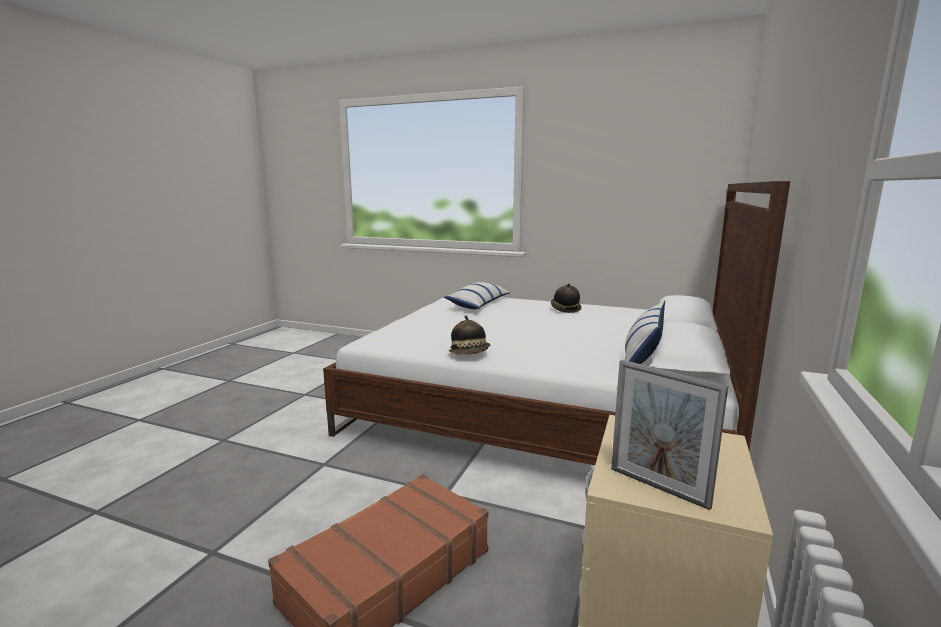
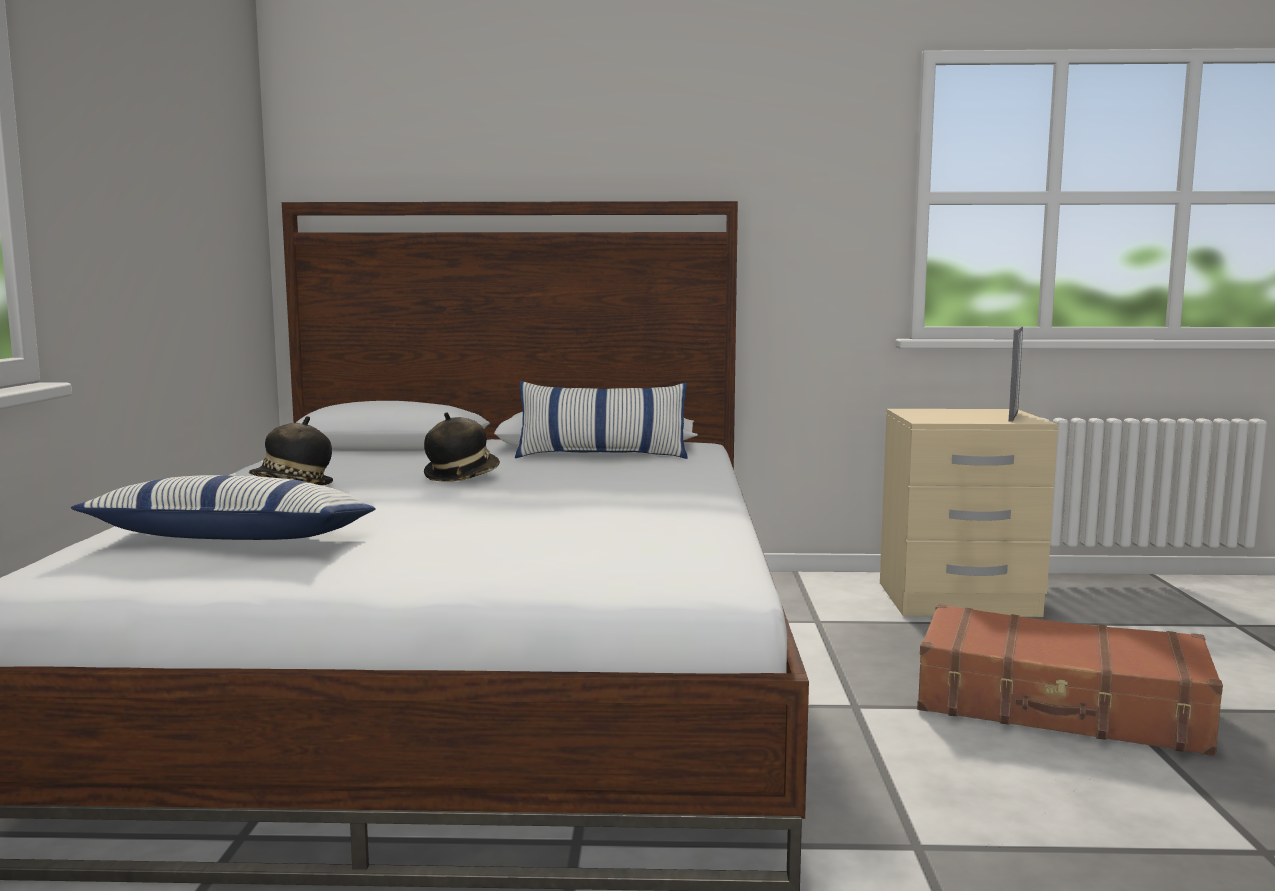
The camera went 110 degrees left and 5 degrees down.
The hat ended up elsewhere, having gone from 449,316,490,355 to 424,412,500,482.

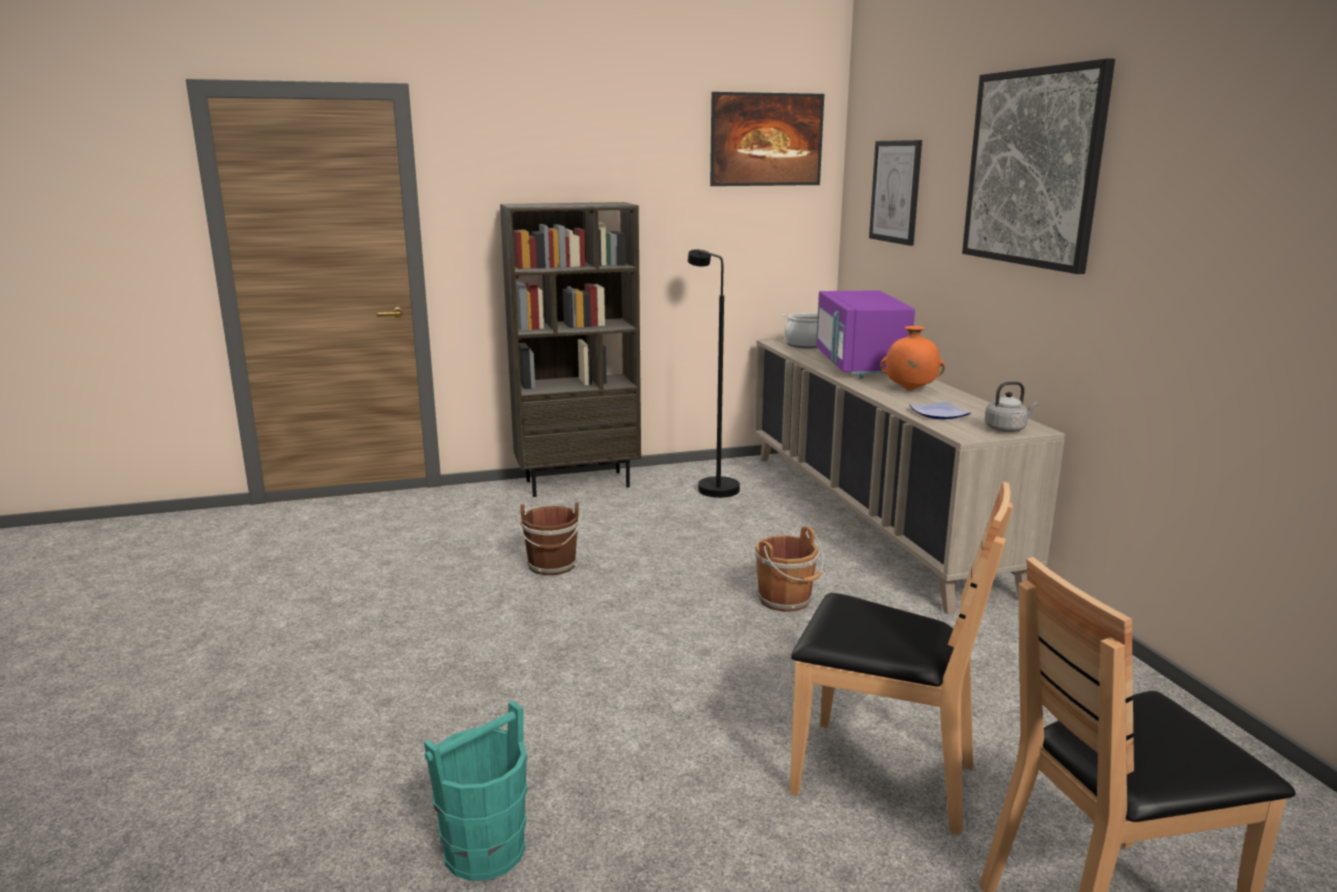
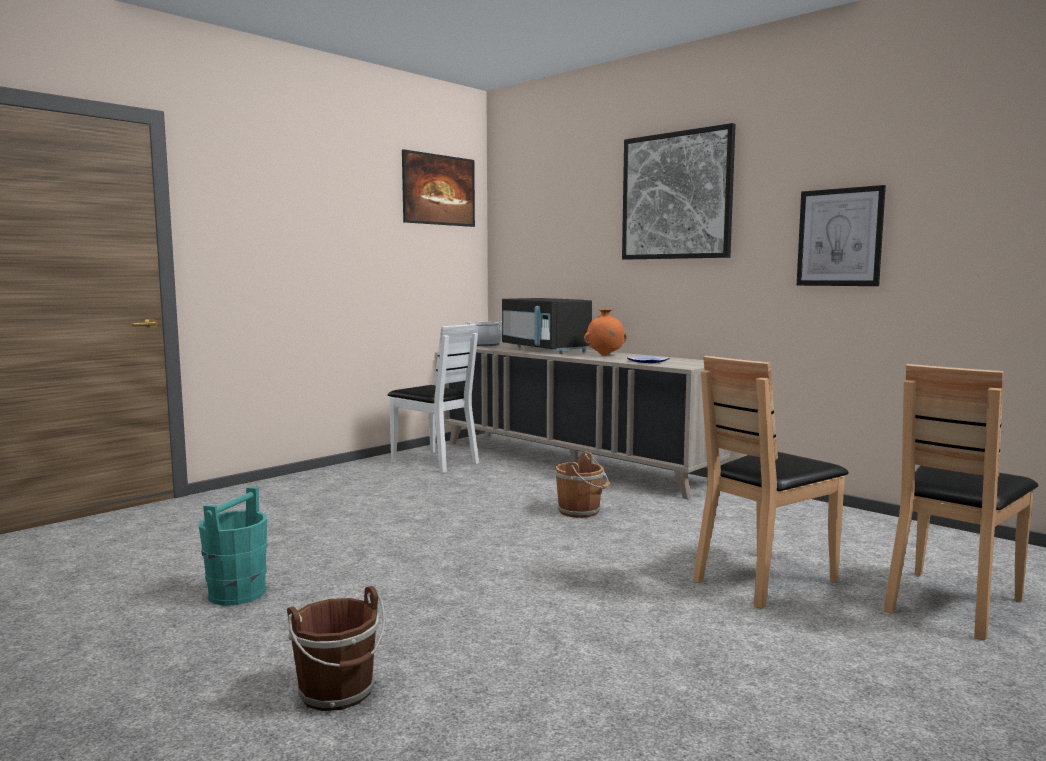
The camera went 30 degrees left and 10 degrees down.
The turquoise bucket ended up elsewhere, having gone from 424,700,527,881 to 199,487,268,606.
The brown bucket ended up elsewhere, having gone from 517,502,582,575 to 287,586,385,711.
Where the black floor lamp stood at 688,249,740,498, the white chair came to stand at 387,324,479,473.
What was the purple microwave at 816,290,915,379 turned into the black microwave at 502,298,592,354.
The brown chair at 789,481,1013,835 ended up facing another way, 150 degrees clockwise from before.
The picture ended up elsewhere, having gone from 869,140,922,246 to 797,185,886,286.
The second view lost the brown bookcase at 500,202,641,497.
The second view lost the grey kettle at 984,381,1038,432.

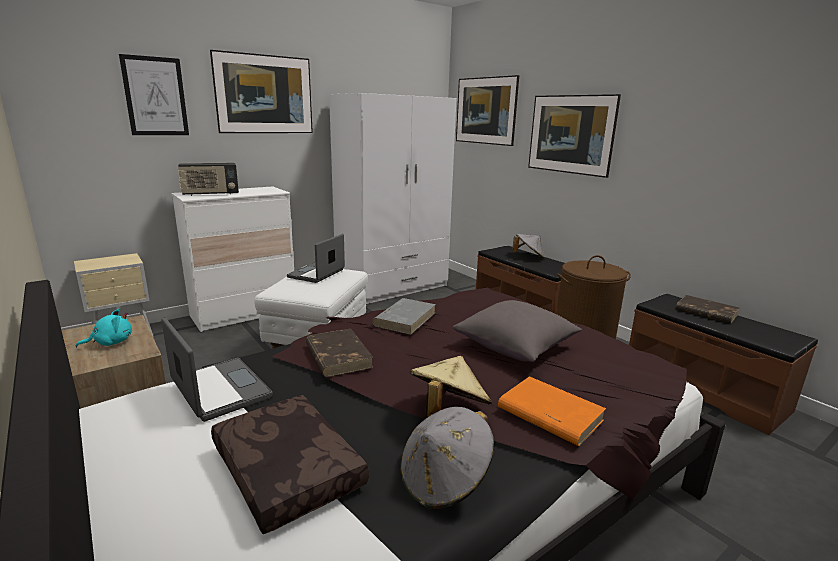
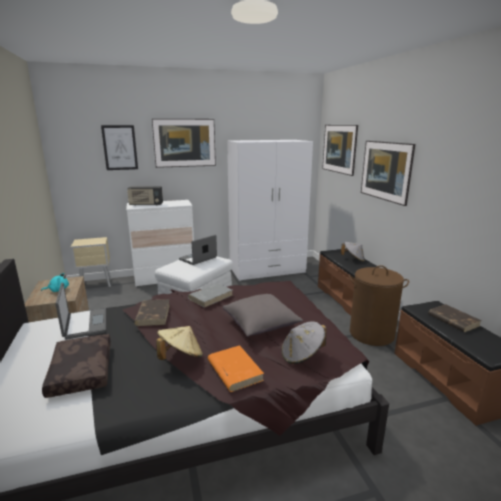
The camera went 20 degrees right and 0 degrees up.
The grey hat ended up elsewhere, having gone from 400,407,494,509 to 282,321,327,364.

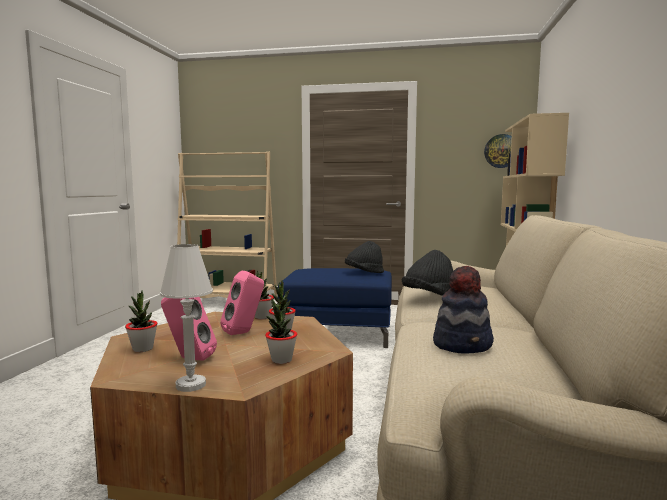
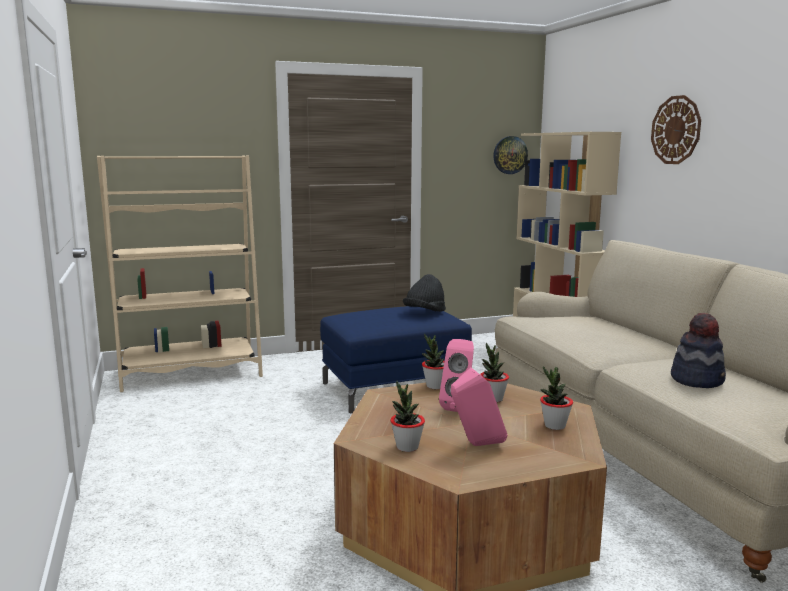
The camera went 30 degrees left and 5 degrees up.
The second view gained the wall clock at 651,95,701,164.
The second view lost the white table lamp at 160,244,213,392.
The second view lost the black hat at 402,250,453,295.

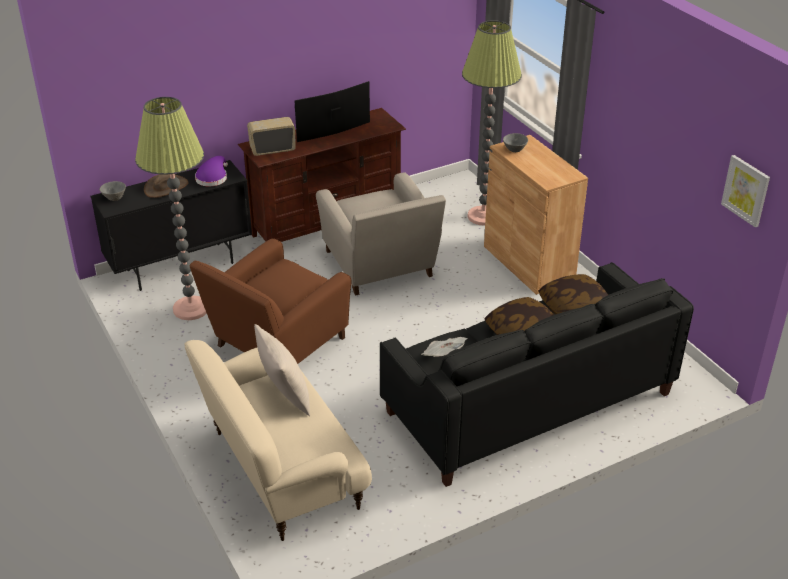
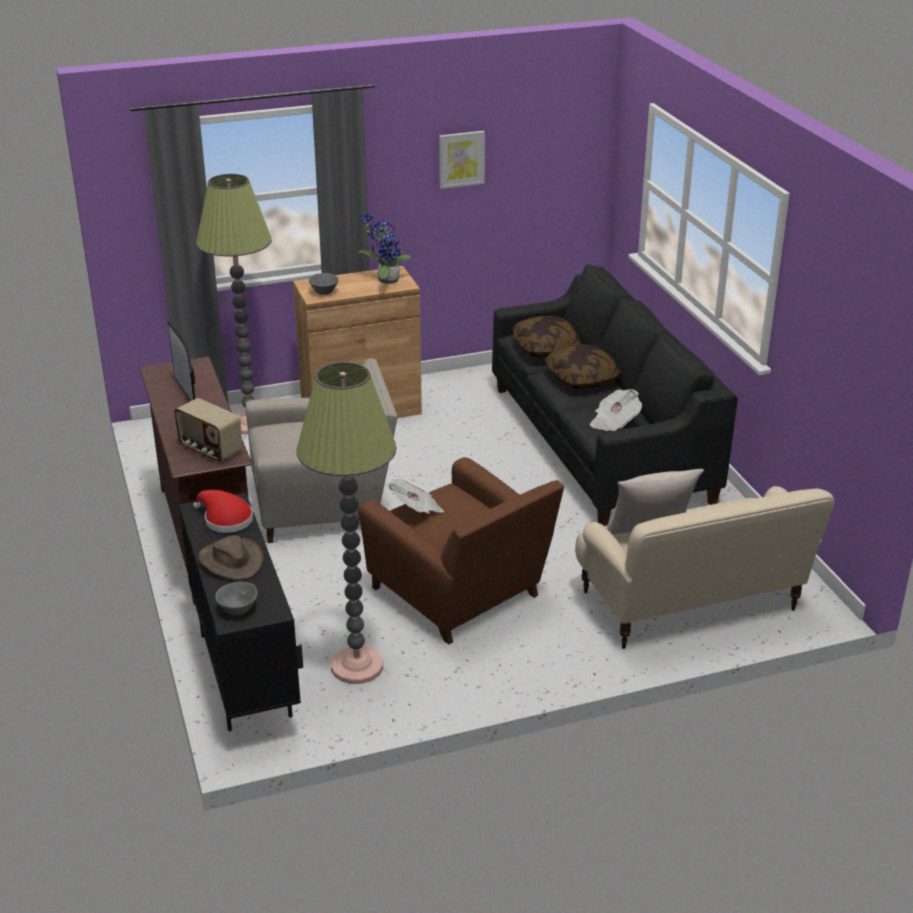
The camera went 80 degrees left and 5 degrees down.
The radio at 247,117,296,156 ended up facing another way, 45 degrees counterclockwise from before.
What was the purple hat at 195,156,228,186 turned into the red hat at 193,490,253,533.
The second view gained the potted plant at 358,214,411,284.
The second view gained the newspaper at 386,479,444,514.
The picture ended up elsewhere, having gone from 721,155,770,227 to 439,131,485,189.

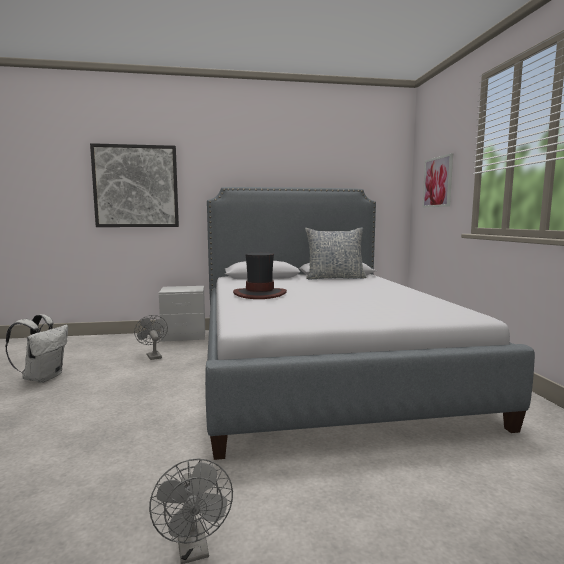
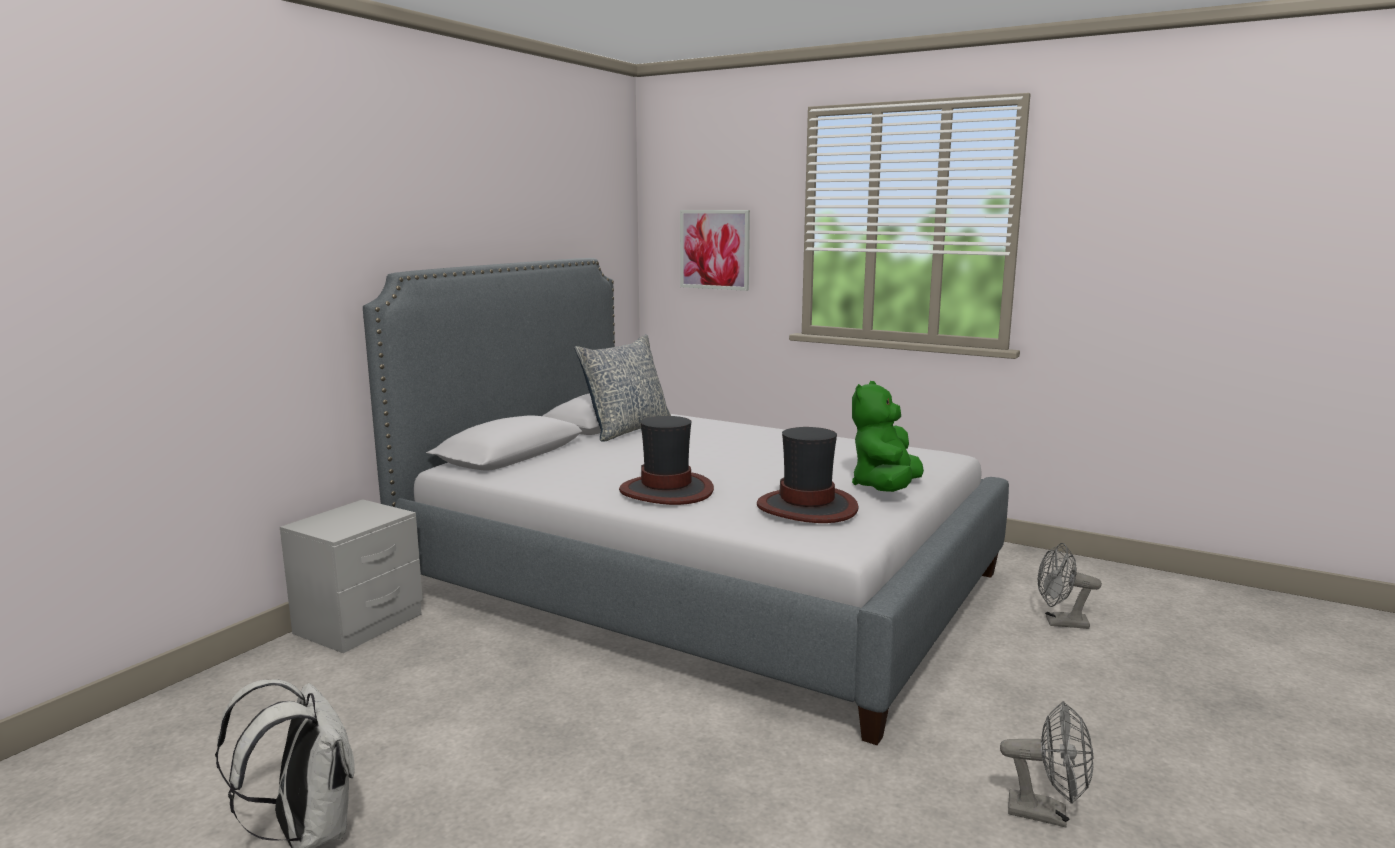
The camera went 50 degrees left and 5 degrees up.
The second view gained the hat at 757,427,859,523.
The second view gained the green plush toy at 852,381,924,492.
The grey fan ended up elsewhere, having gone from 134,315,168,360 to 1038,543,1102,629.
The second view lost the picture at 90,143,179,227.

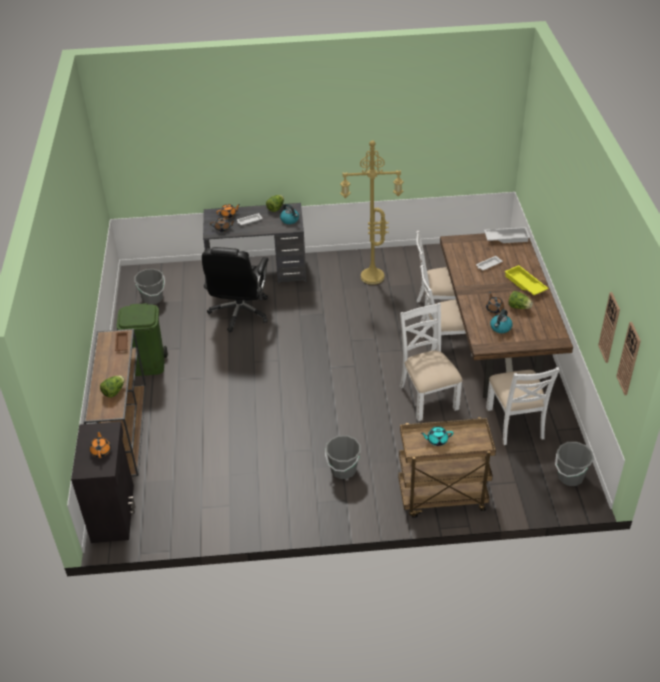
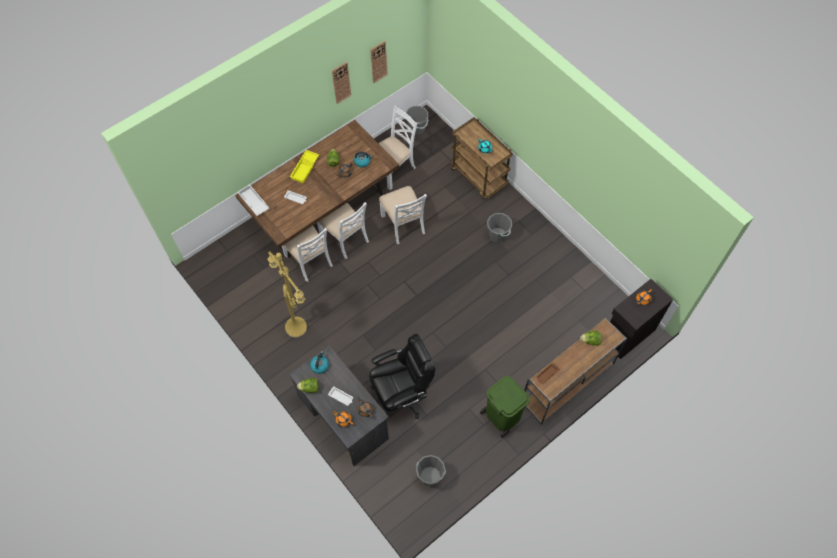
The camera went 125 degrees left and 20 degrees up.
The wall clock ended up elsewhere, having gone from 616,322,641,395 to 332,62,351,104.
The white chair at 400,303,462,421 ended up facing another way, 60 degrees counterclockwise from before.

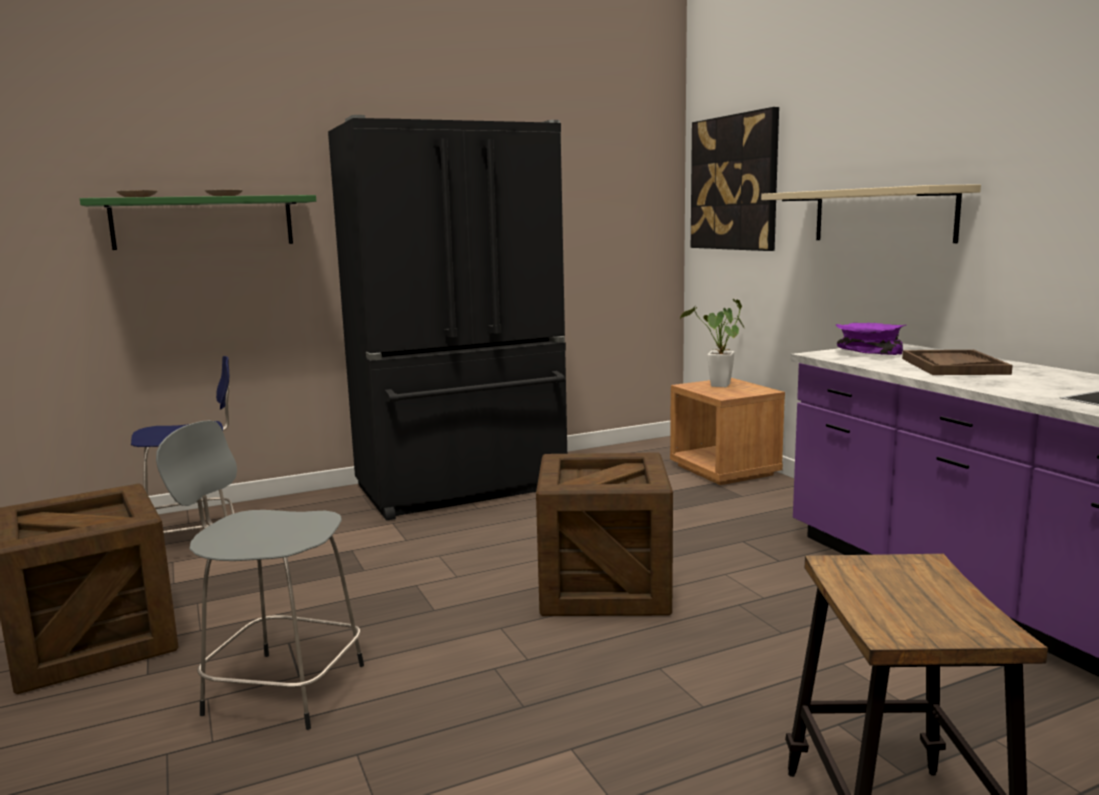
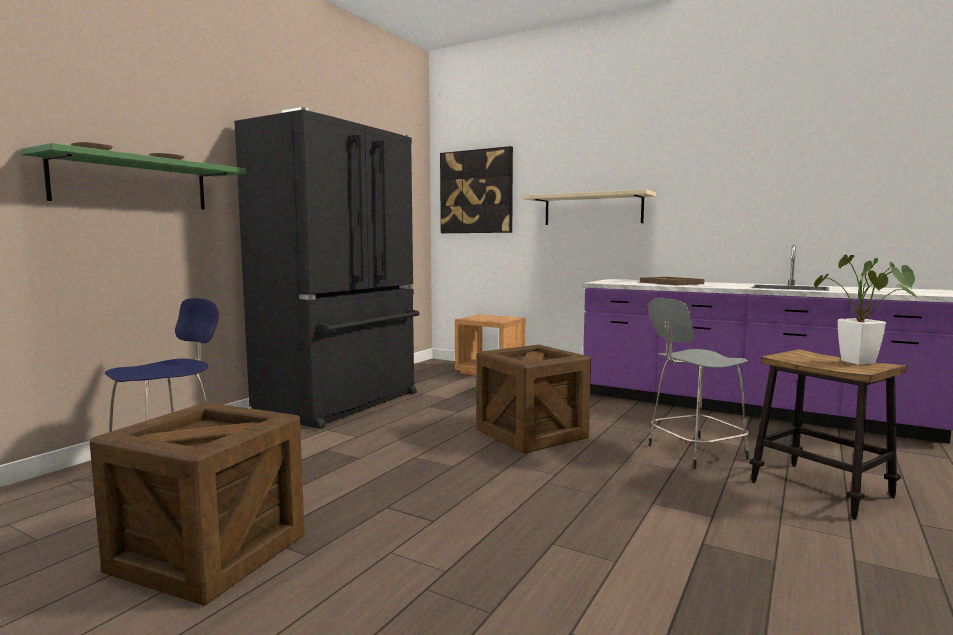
The camera went 35 degrees left and 5 degrees down.
The grey stool ended up elsewhere, having gone from 156,420,364,730 to 648,298,749,469.
The potted plant ended up elsewhere, having gone from 680,299,745,387 to 814,255,920,365.
The second view lost the purple bowl at 836,323,906,355.

